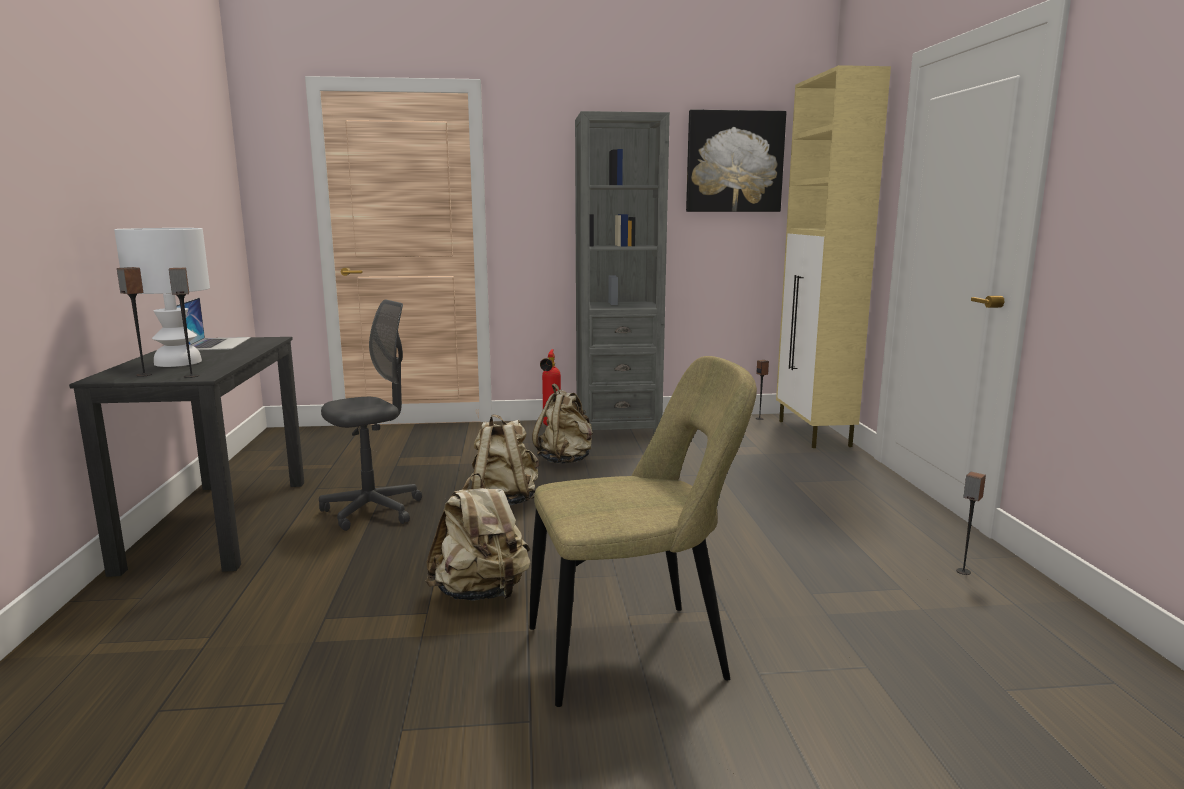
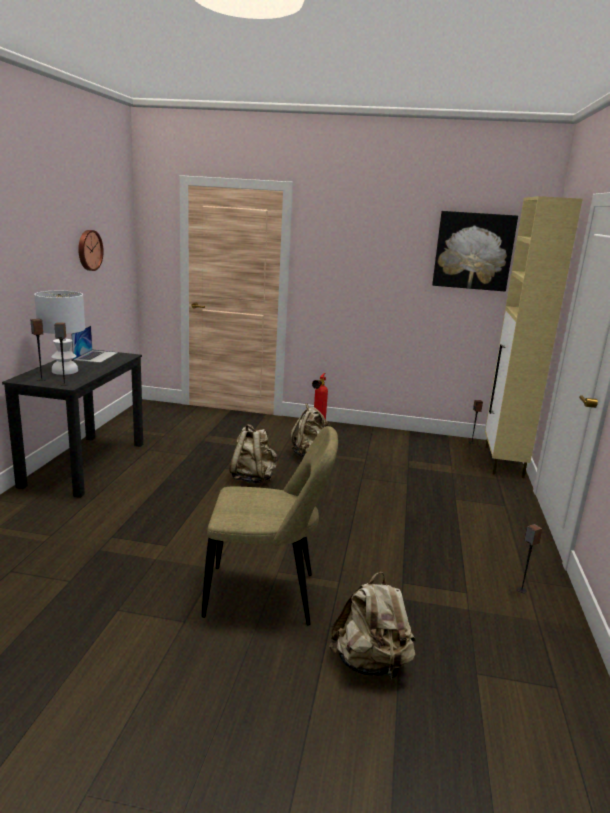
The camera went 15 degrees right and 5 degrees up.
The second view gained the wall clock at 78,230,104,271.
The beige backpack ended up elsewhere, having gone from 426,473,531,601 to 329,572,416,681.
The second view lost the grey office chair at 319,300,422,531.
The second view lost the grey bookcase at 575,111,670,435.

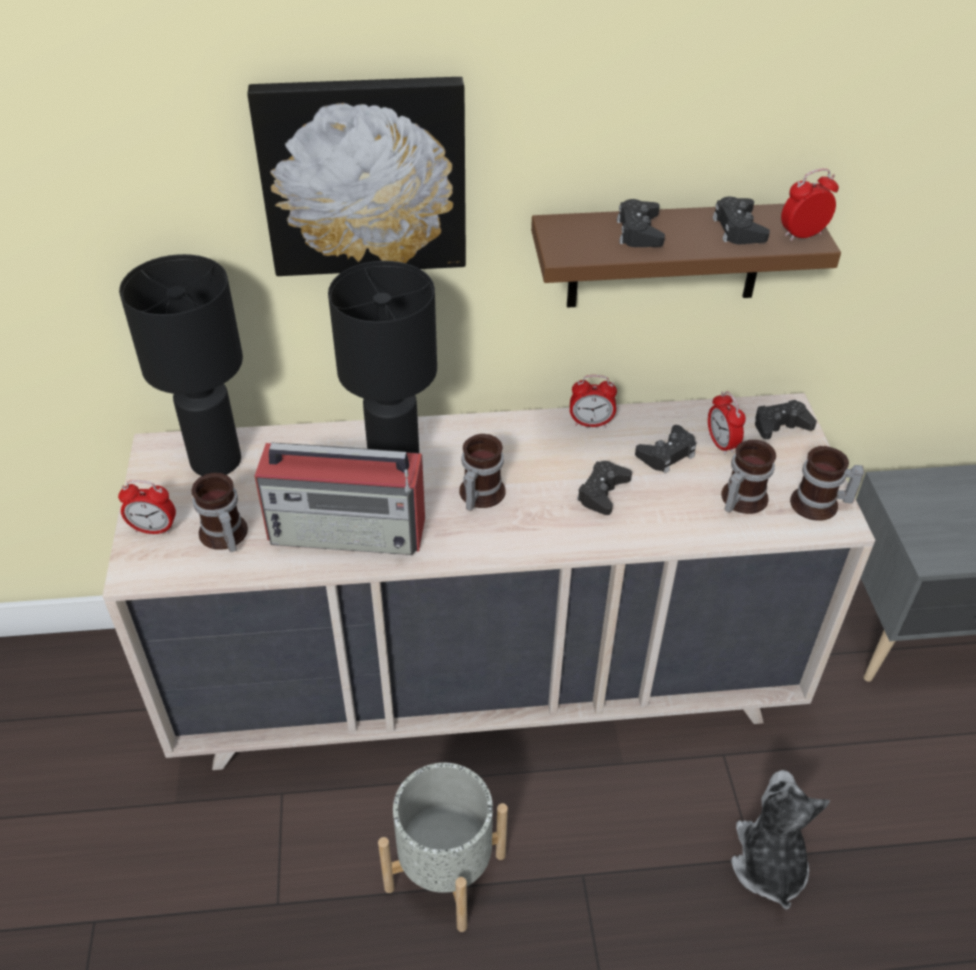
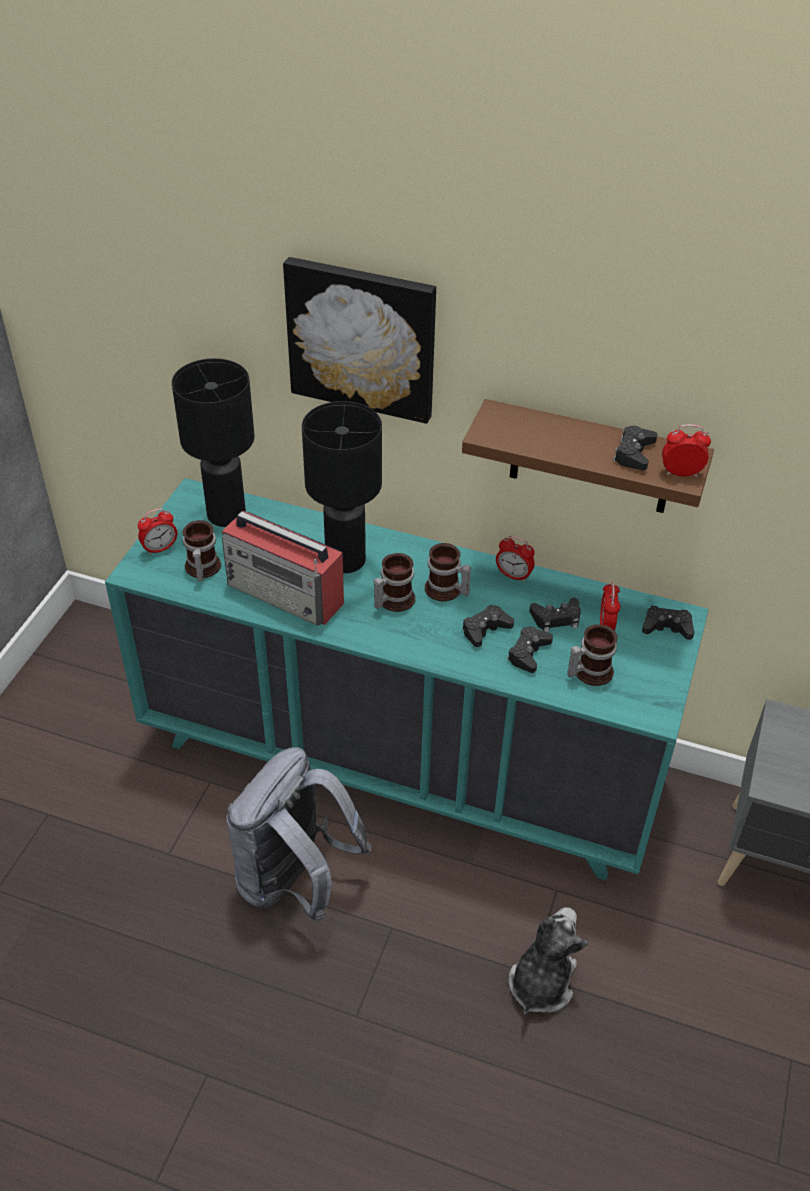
The camera went 25 degrees right and 0 degrees up.
What was the beige dresser at 102,393,875,770 turned into the turquoise dresser at 105,478,709,880.
The alarm clock at 118,480,176,534 ended up facing another way, 60 degrees counterclockwise from before.
Where the grey planter stood at 378,763,508,932, the grey backpack came to stand at 226,747,371,922.
The mug ended up elsewhere, having gone from 790,446,864,521 to 425,543,471,601.
The black game controller ended up elsewhere, having gone from 617,199,665,247 to 507,626,553,673.

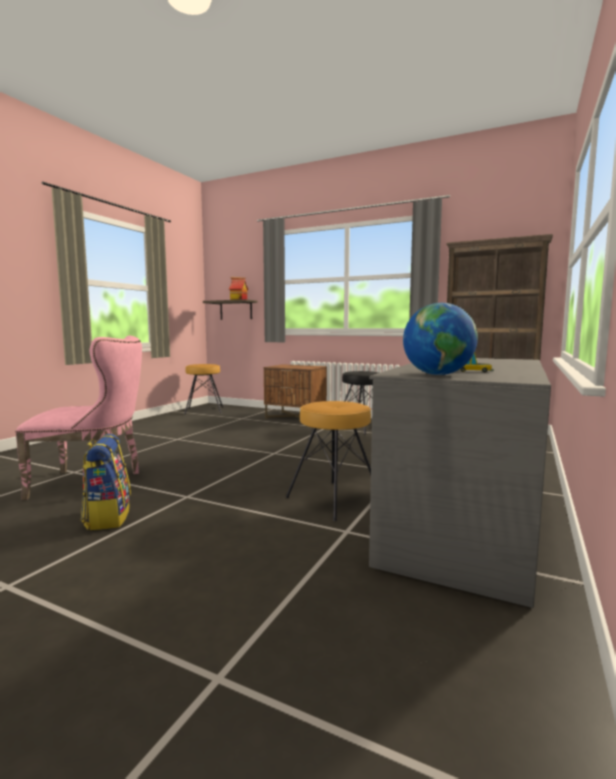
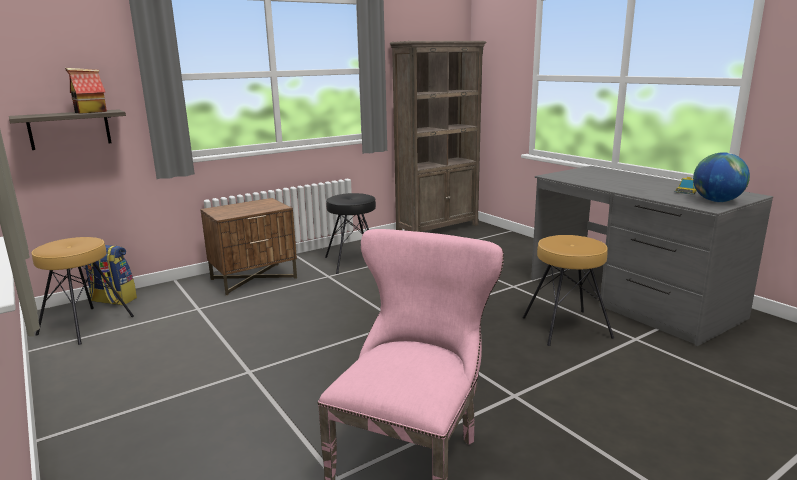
The camera went 60 degrees left and 10 degrees up.
The backpack ended up elsewhere, having gone from 81,434,131,530 to 85,245,137,305.

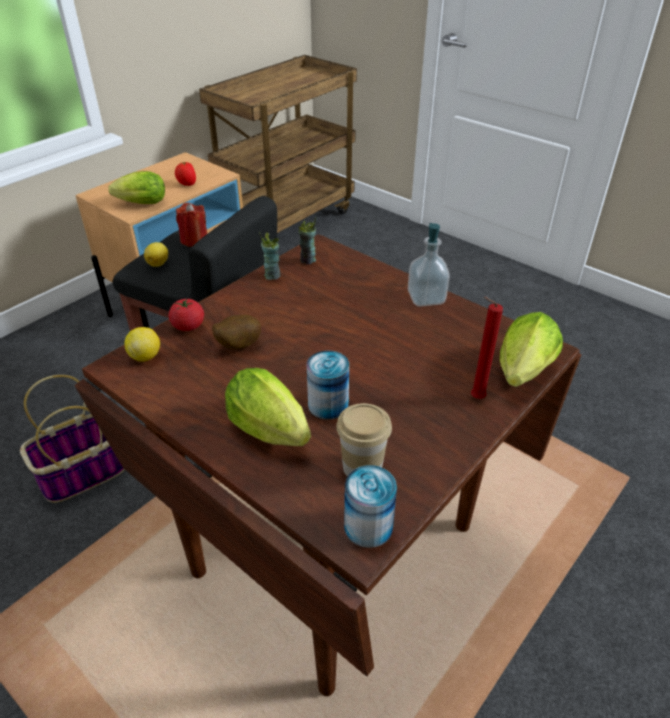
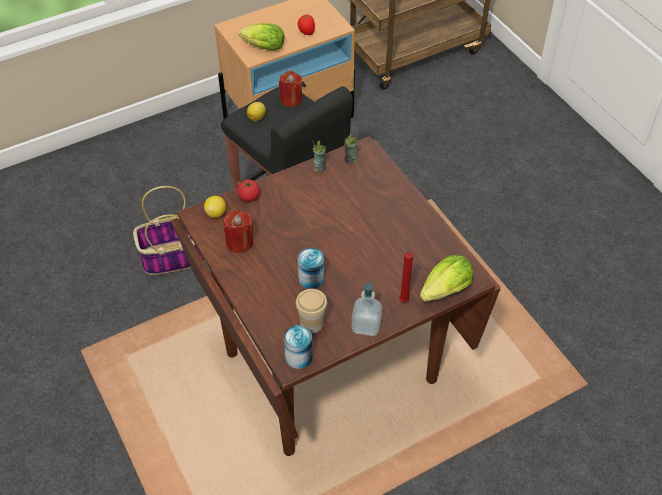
The camera went 20 degrees right and 10 degrees up.
The second view gained the red candle at 223,210,253,253.
The soap dispenser ended up elsewhere, having gone from 408,223,450,307 to 352,280,382,336.
The second view lost the potato at 212,315,261,349.
The second view lost the lettuce at 225,368,311,446.

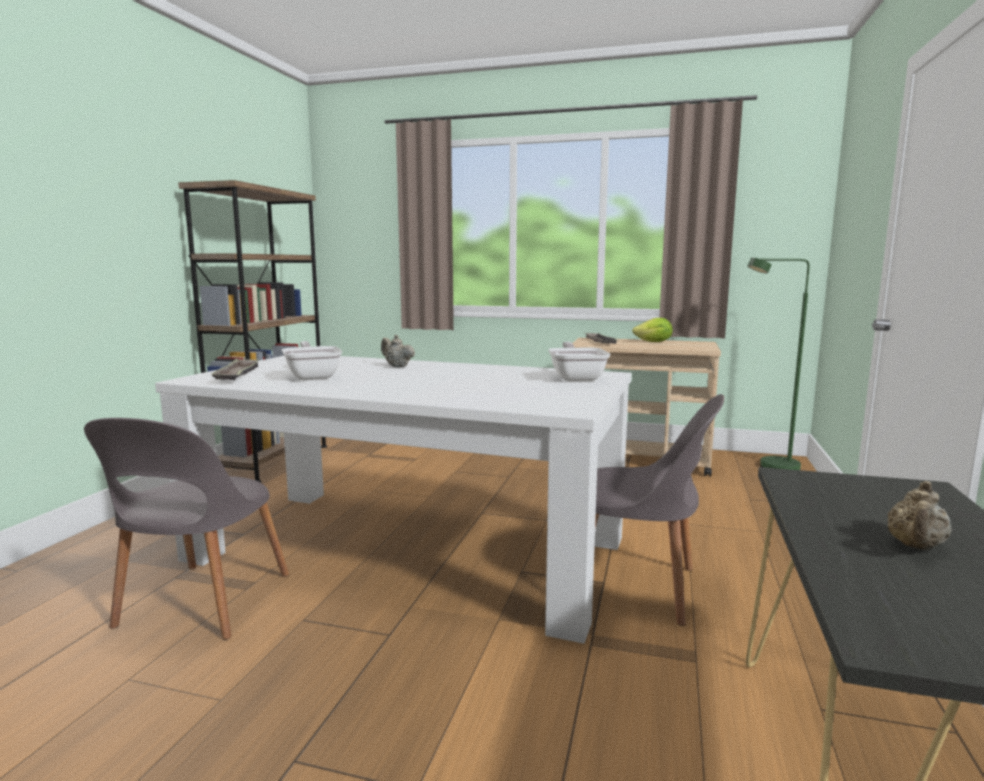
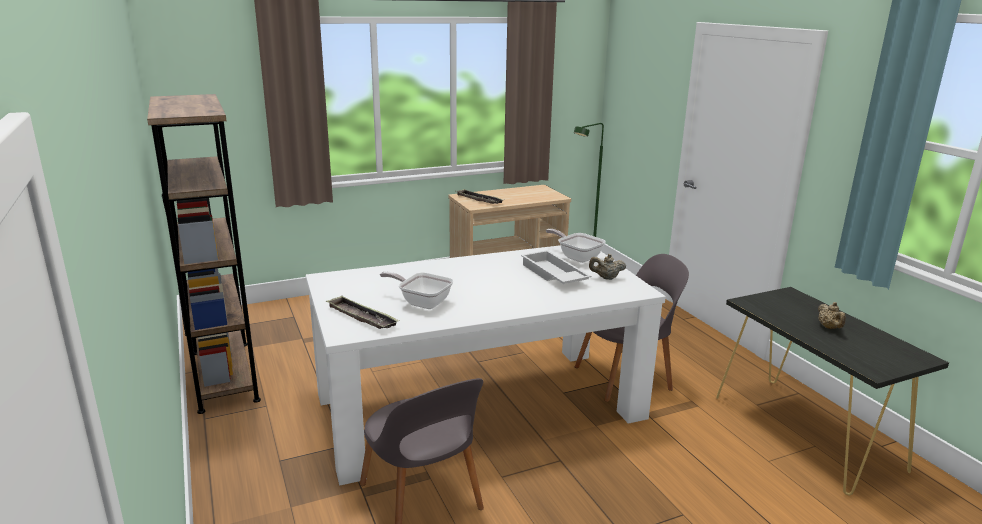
The camera went 40 degrees left and 10 degrees up.
The second view gained the white tray at 521,250,591,284.
The beige teapot ended up elsewhere, having gone from 381,335,415,367 to 589,254,626,280.
The second view lost the lettuce at 632,318,673,342.

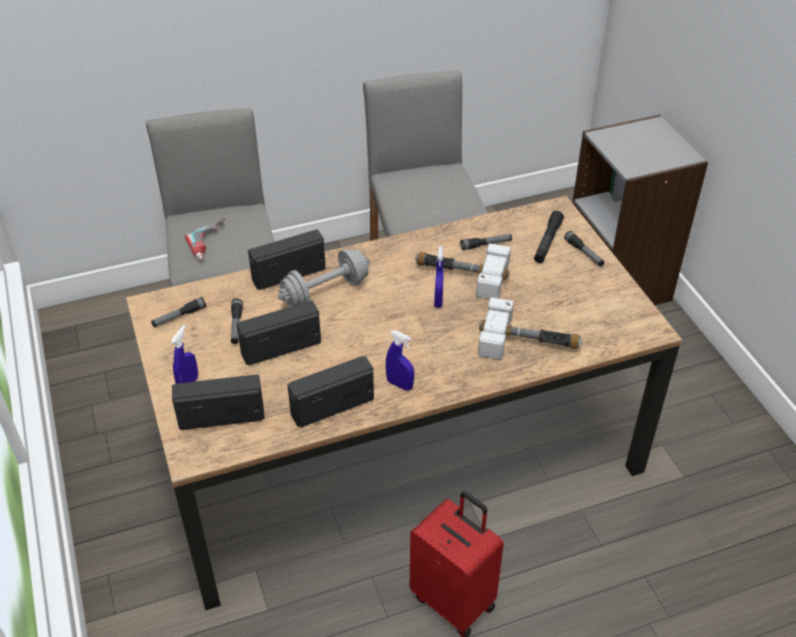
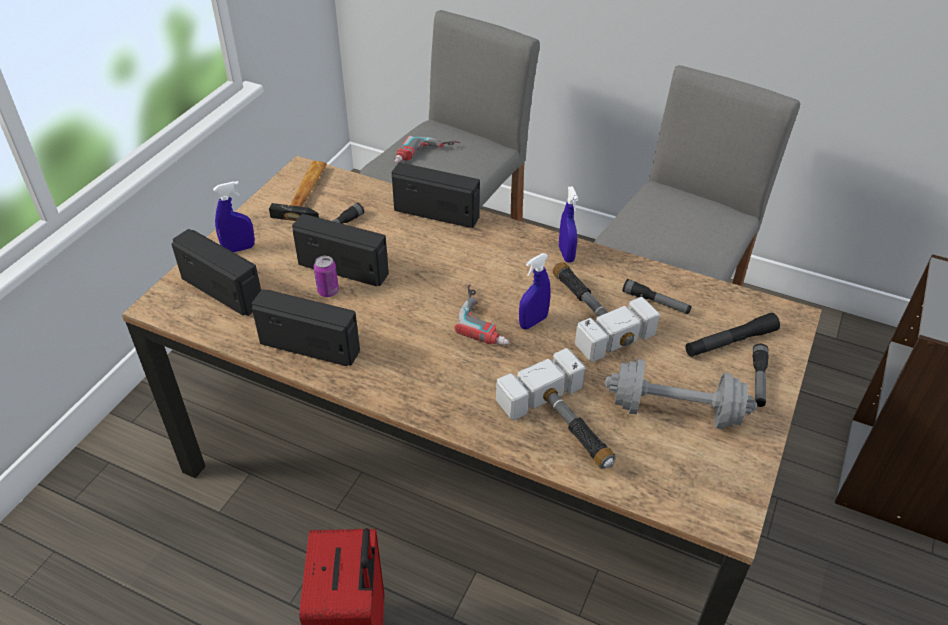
The camera went 45 degrees right and 0 degrees up.
Where the flashlight stood at 151,297,206,327, the hammer came to stand at 269,161,327,221.
The second view gained the can at 314,256,339,297.
The second view gained the power drill at 455,285,510,346.
The blue spray bottle ended up elsewhere, having gone from 385,330,414,391 to 559,186,578,263.
The grey dumbbell ended up elsewhere, having gone from 278,249,369,307 to 604,359,757,430.

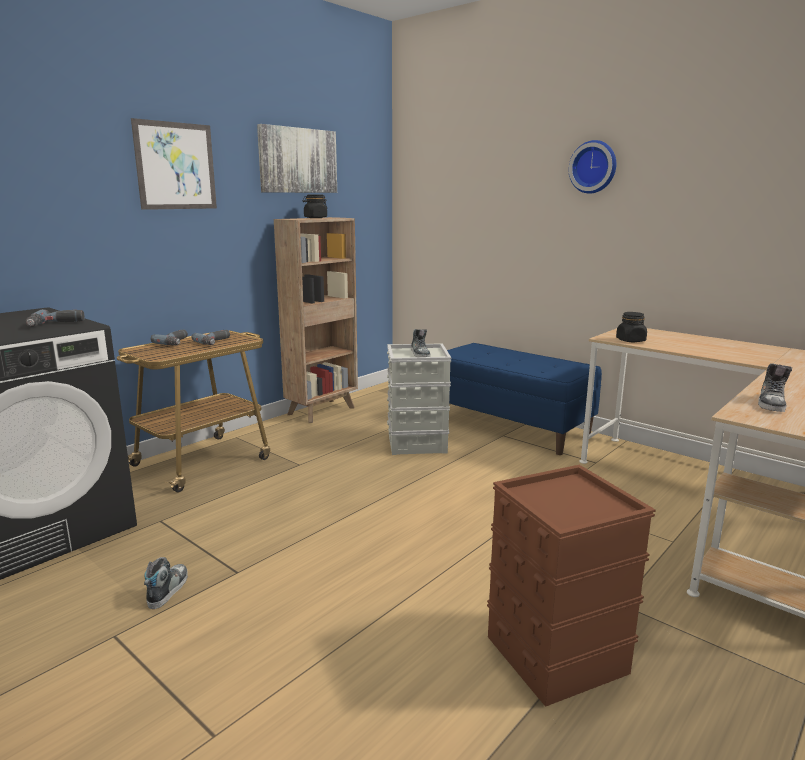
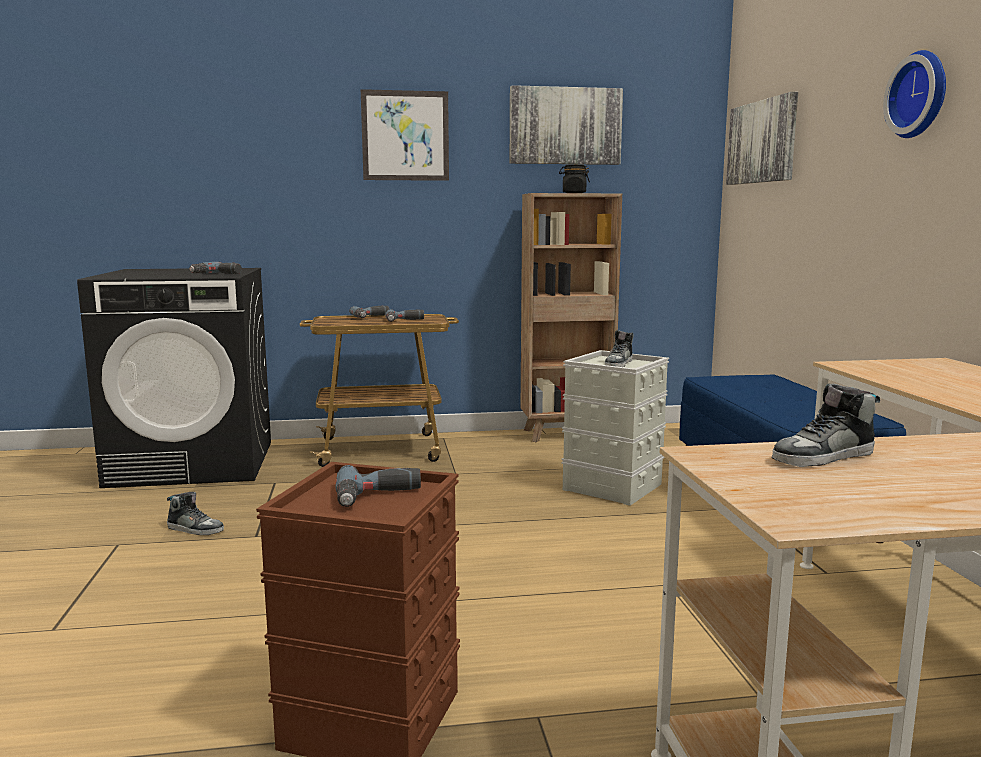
The camera went 40 degrees right and 5 degrees down.
The shoe at 144,557,188,609 ended up facing another way, 60 degrees clockwise from before.
The second view gained the power drill at 336,465,421,507.
The second view gained the picture at 726,92,798,185.
The second view lost the black jar at 616,312,647,342.

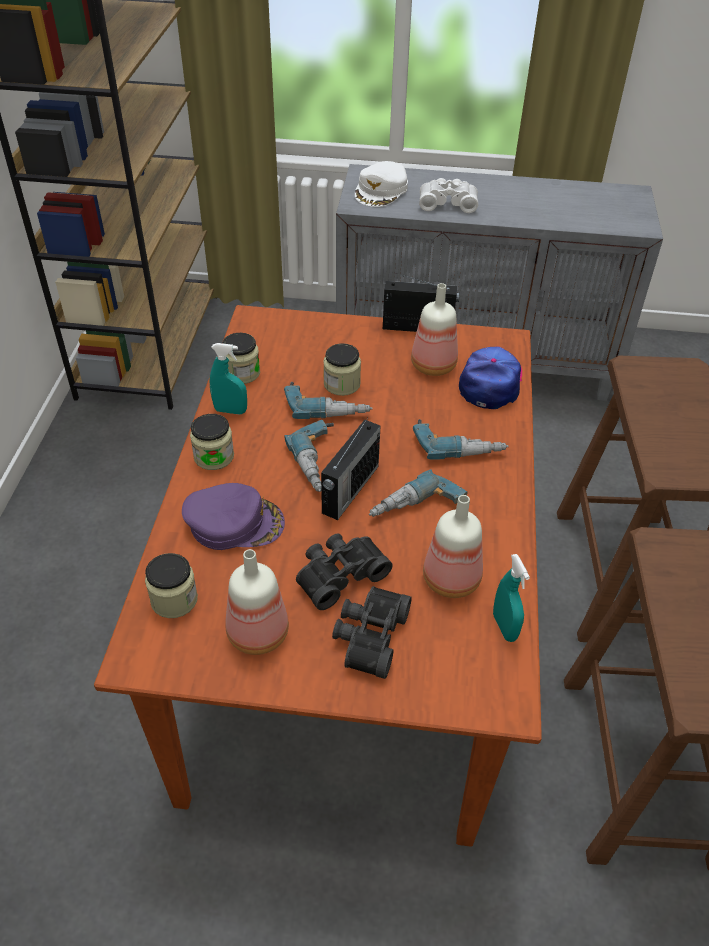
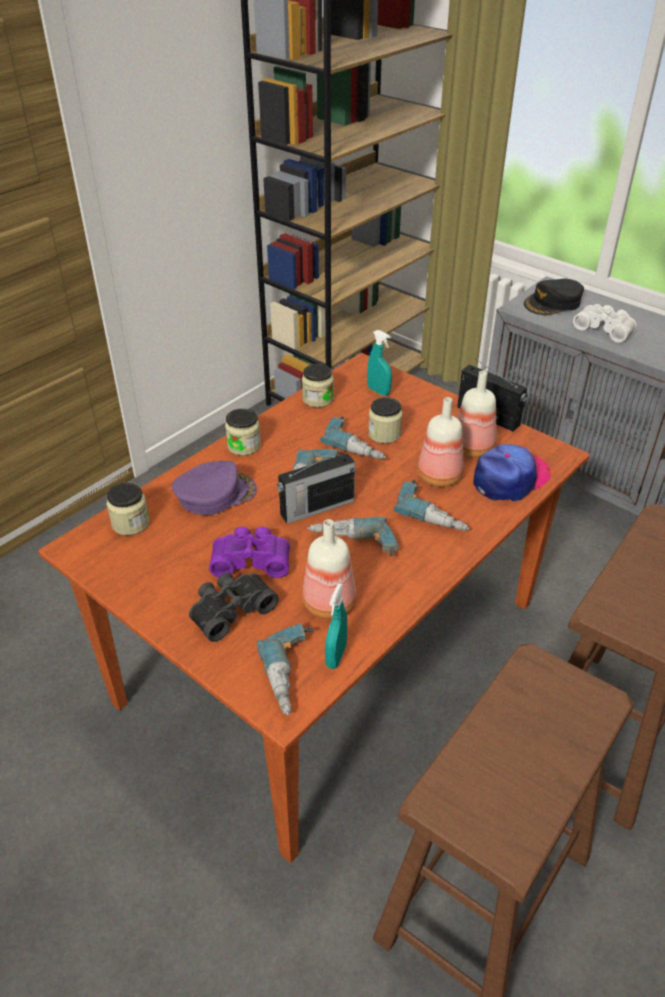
The camera went 35 degrees right and 5 degrees down.
The purple cap at 182,483,285,550 ended up facing another way, 60 degrees counterclockwise from before.
What was the black binoculars at 296,533,393,610 turned into the purple binoculars at 209,527,290,578.
The second view gained the power drill at 257,623,313,716.
The turquoise spray bottle ended up elsewhere, having gone from 210,343,247,414 to 367,330,392,396.
The bottle ended up elsewhere, having gone from 225,549,289,655 to 418,397,464,487.
What was the white cap at 355,161,408,207 turned into the black cap at 524,279,584,315.

